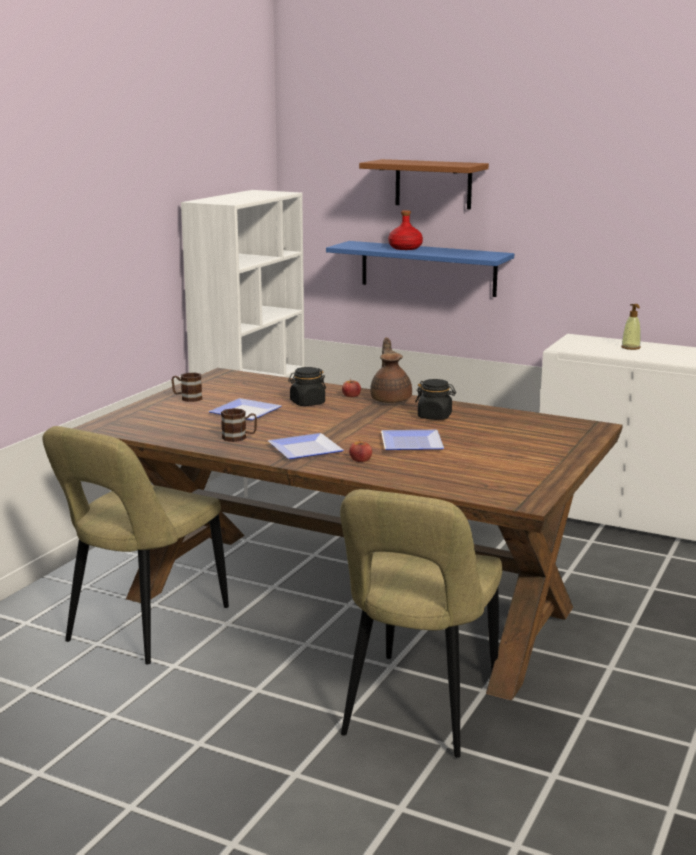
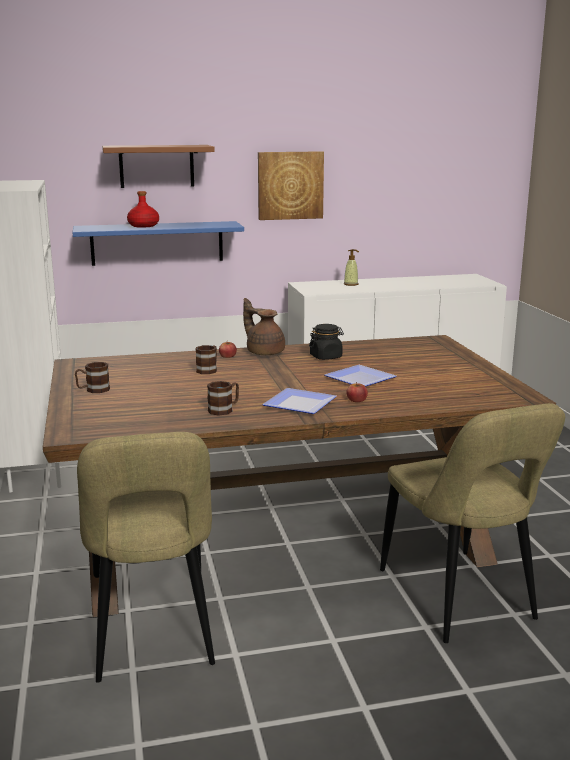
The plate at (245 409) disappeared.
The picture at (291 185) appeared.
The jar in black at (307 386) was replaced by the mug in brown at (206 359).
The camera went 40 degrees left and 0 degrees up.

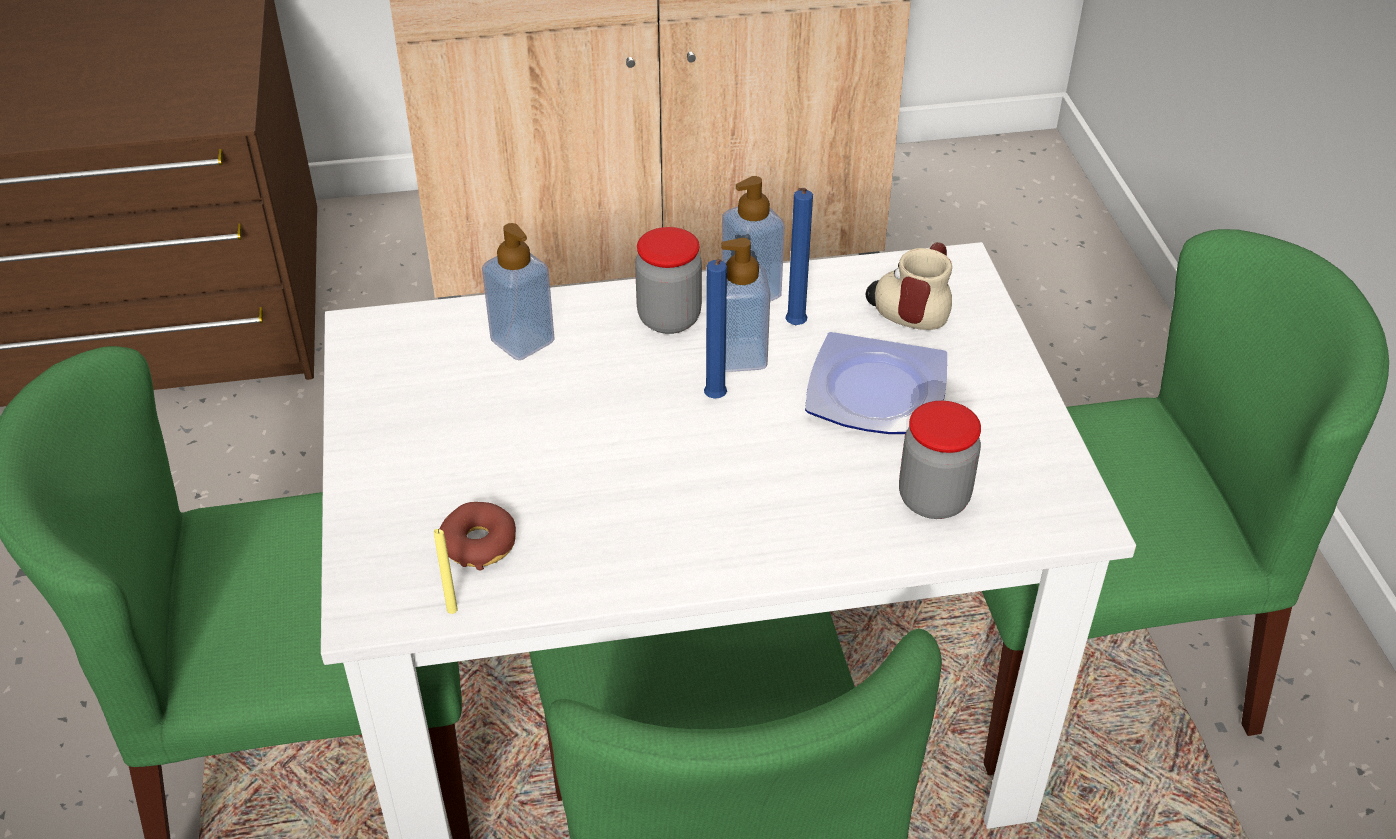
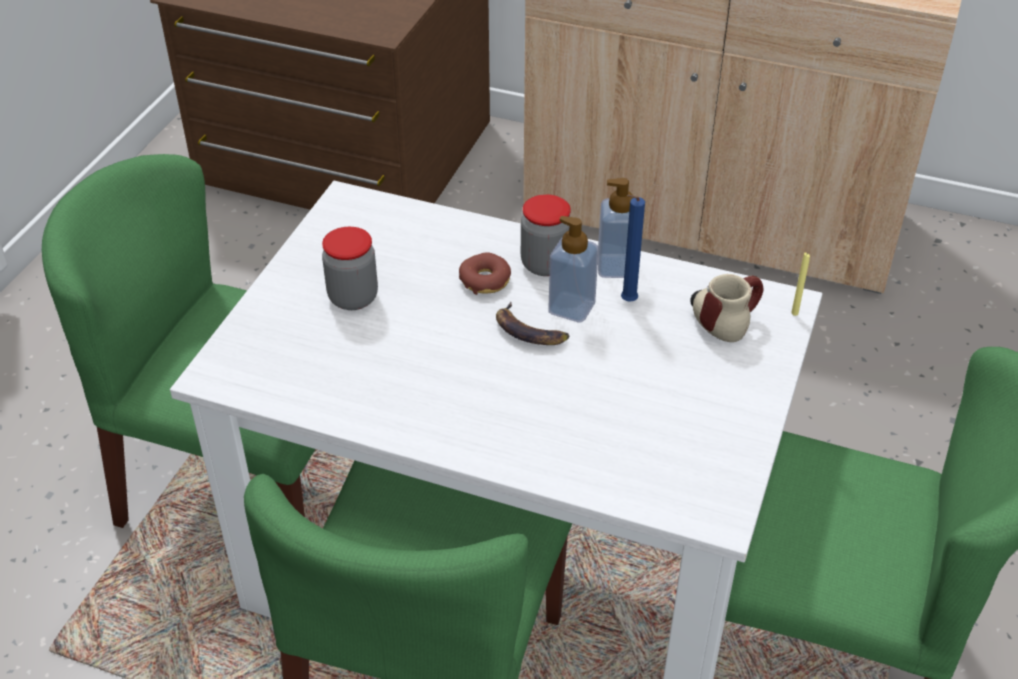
The soap dispenser at (518 292) disappeared.
The plate at (876 383) disappeared.
The candle in yellow moved from (446 571) to (800 284).
The donut moved from (477 536) to (485 273).
The jar moved from (940 460) to (350 268).
The candle in blue at (715 329) was replaced by the banana at (532 323).
The camera went 30 degrees right and 0 degrees up.

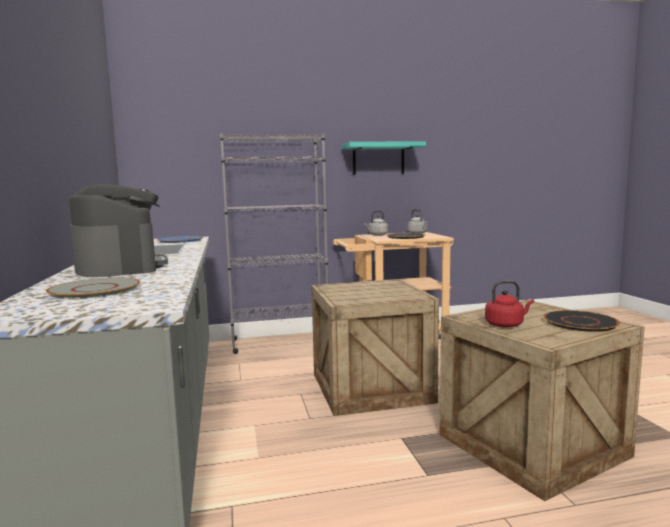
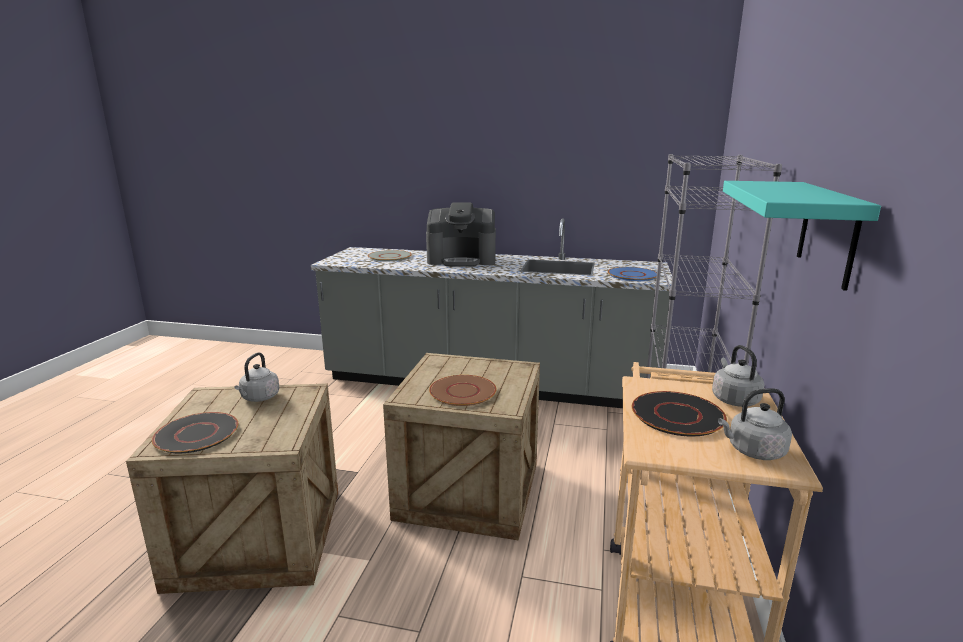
The plate in brown at (463 390) appeared.
The kettle in red at (509 304) became the kettle in grey at (256 377).
The camera went 115 degrees right and 10 degrees up.

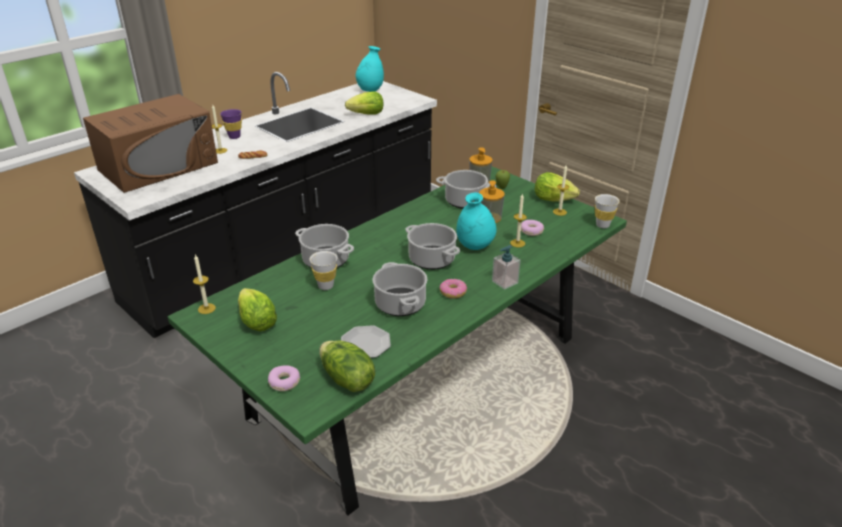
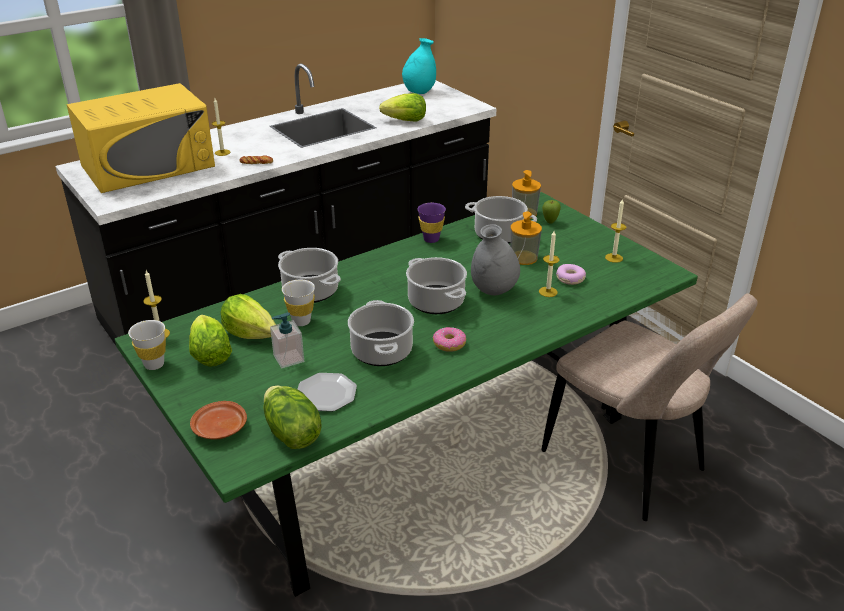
The chair in beige at (649 407) appeared.
The cup in purple moved from (231 124) to (432 223).
The soap dispenser moved from (506 267) to (287 340).
The lettuce moved from (557 187) to (248 316).
The cup in white moved from (607 211) to (147 345).
The donut at (284 378) was replaced by the plate in brown at (218 420).
The microwave in brown at (150 143) became the microwave in yellow at (141 138).
The vase in turquoise at (476 221) became the vase in grey at (495 259).
The camera went 10 degrees right and 0 degrees up.

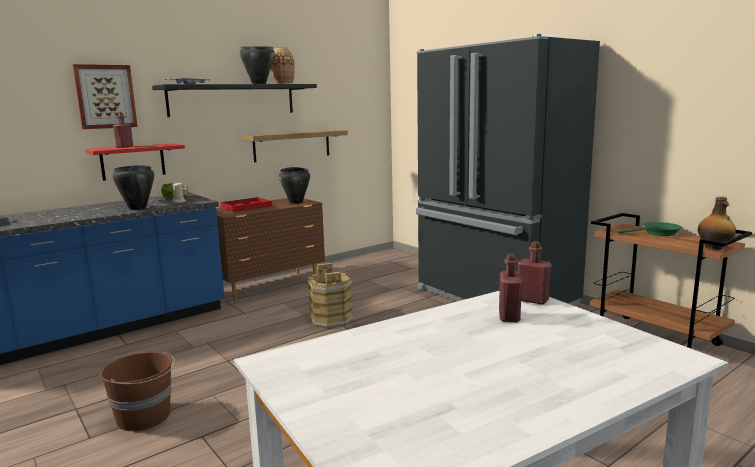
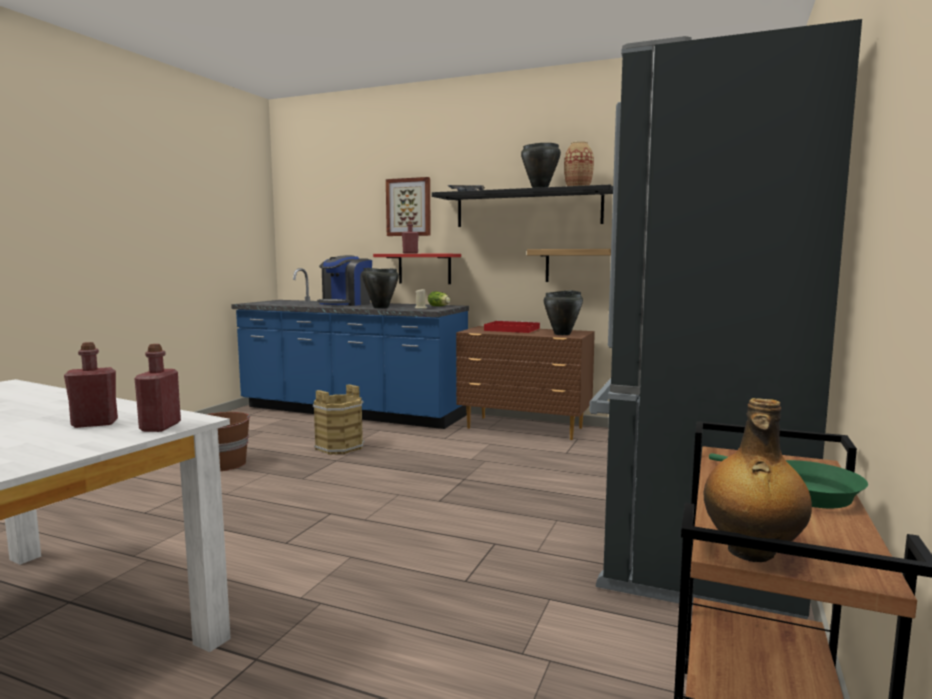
The coffee machine at (344 280) appeared.
The bucket in brown moved from (330 296) to (338 419).
The camera went 60 degrees right and 5 degrees down.

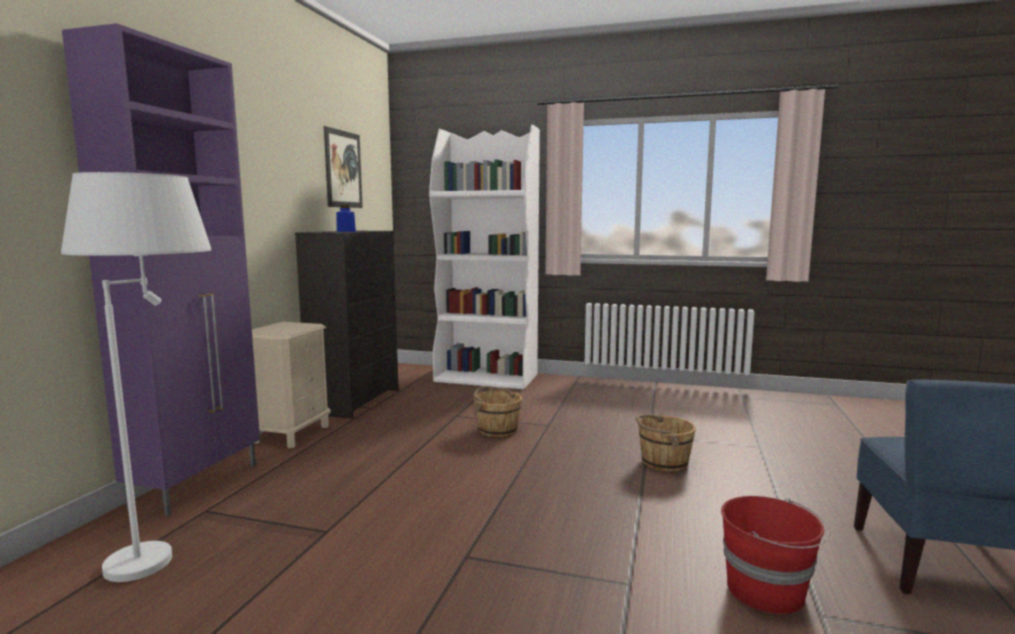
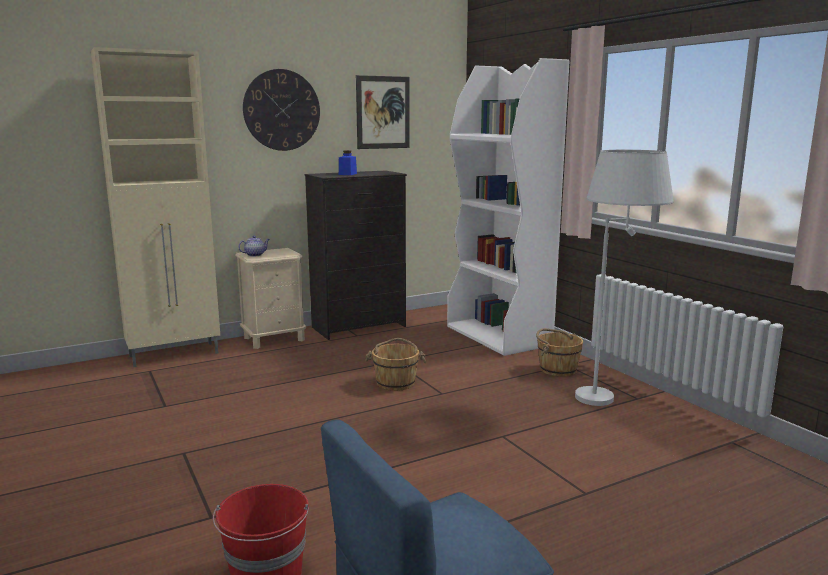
The teapot at (254 246) appeared.
The wall clock at (281 110) appeared.
The floor lamp in white moved from (136 377) to (624 278).
The bucket in brown moved from (666 443) to (559 352).
The cabinet in purple at (161 270) became the cabinet in beige at (155 207).
The camera went 45 degrees right and 5 degrees up.

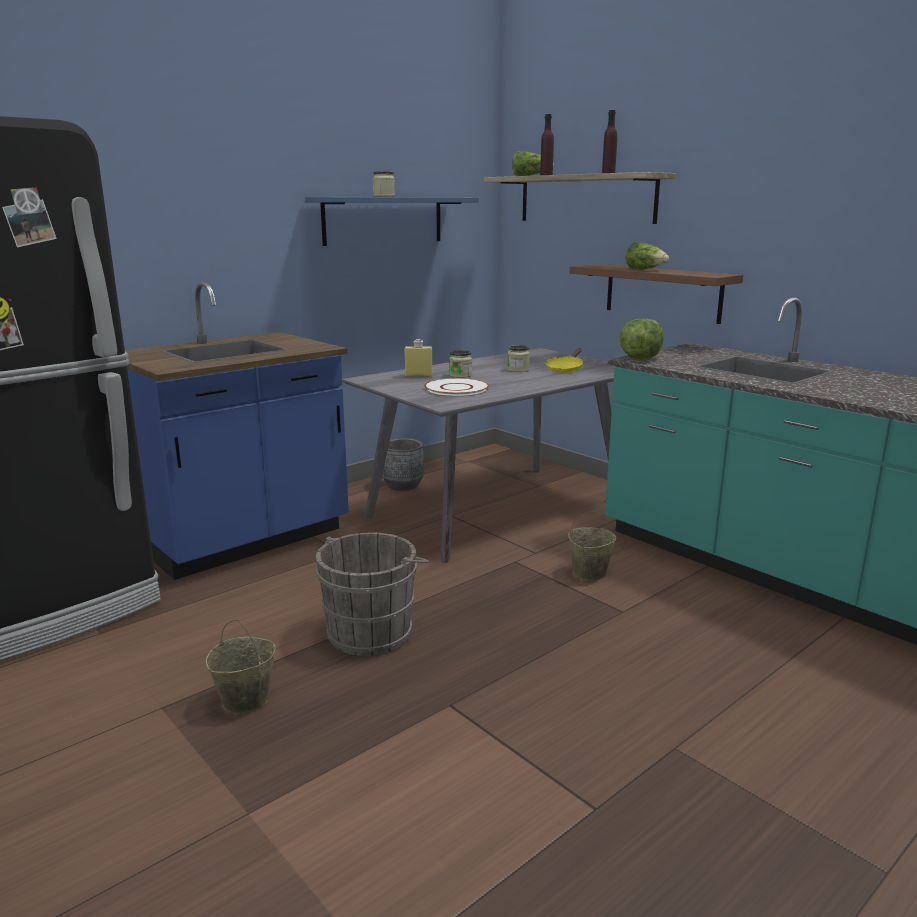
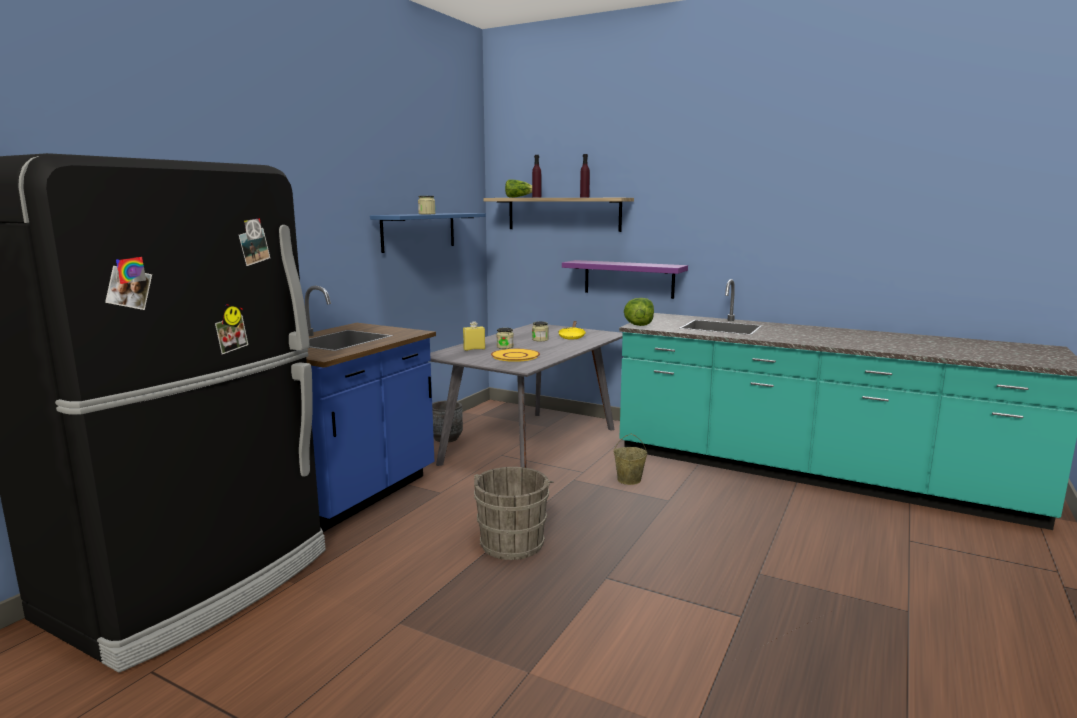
The bucket in beige at (241 667) disappeared.
The lettuce at (647 256) disappeared.
The plate in white at (456 387) became the plate in yellow at (515 355).
The shelf in brown at (656 294) became the shelf in purple at (625 279).
The camera went 20 degrees left and 5 degrees down.

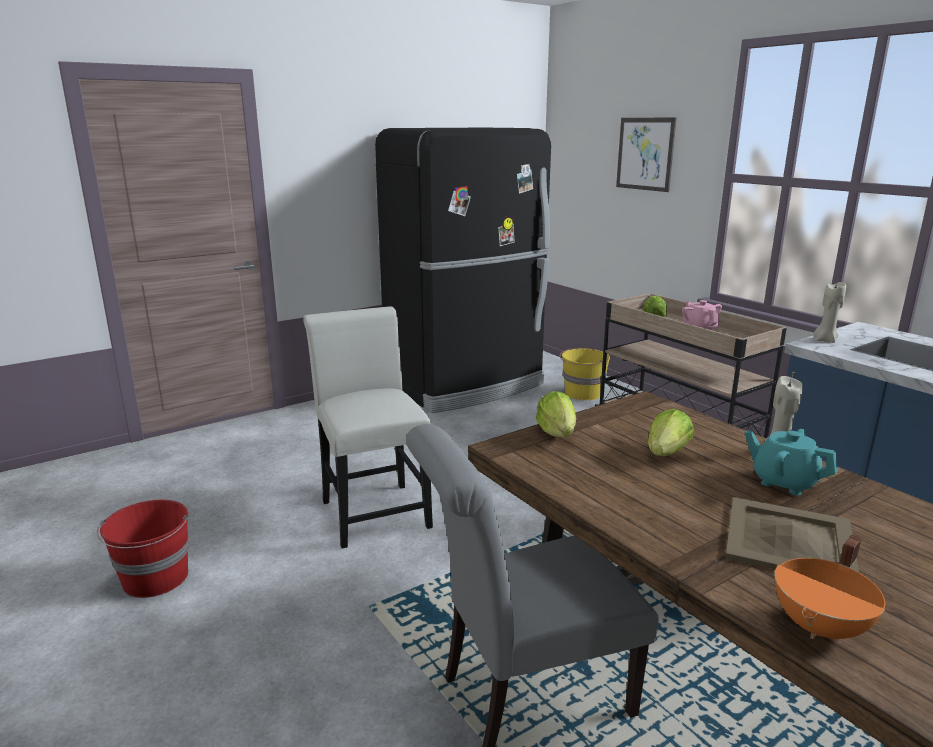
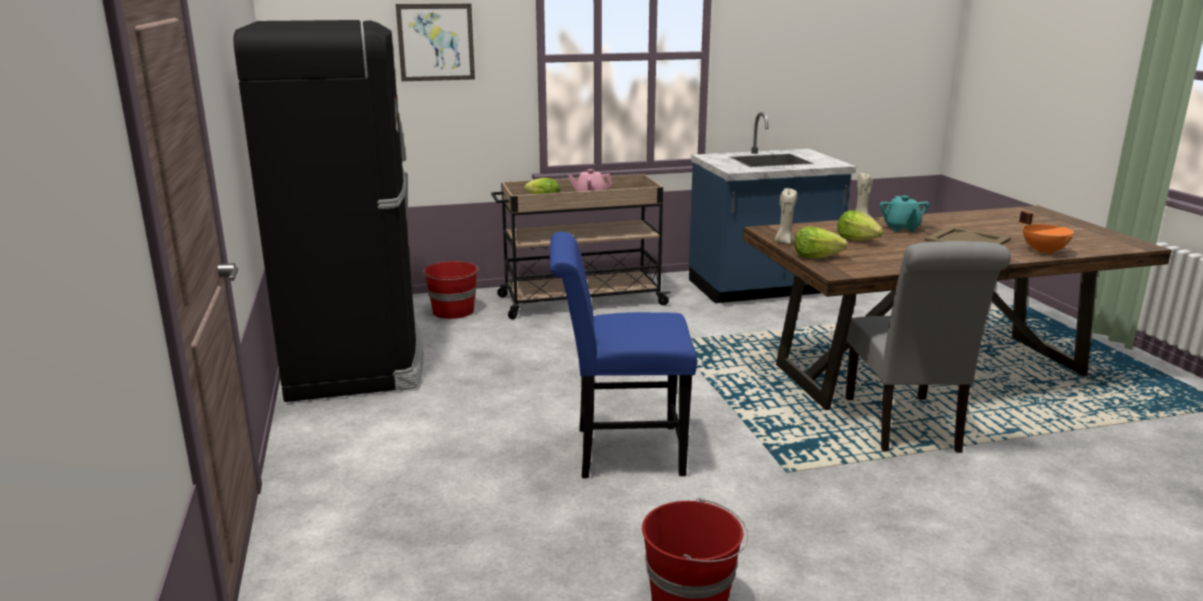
The candle in beige moved from (829 312) to (786 216).
The chair in white at (368 427) became the chair in blue at (623 355).
The bucket in yellow at (585 374) became the bucket in red at (451 290).
The teapot in turquoise at (791 462) turned 60 degrees counterclockwise.
The camera went 70 degrees left and 0 degrees up.

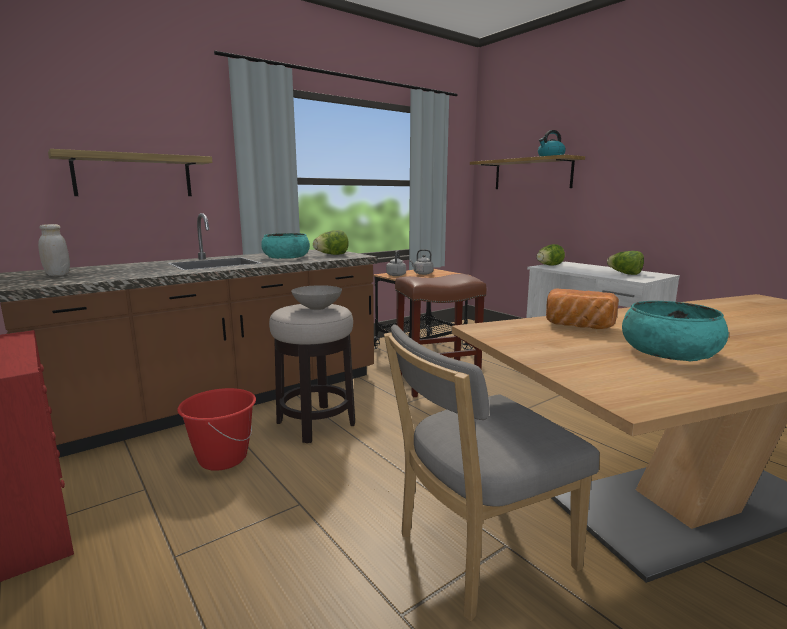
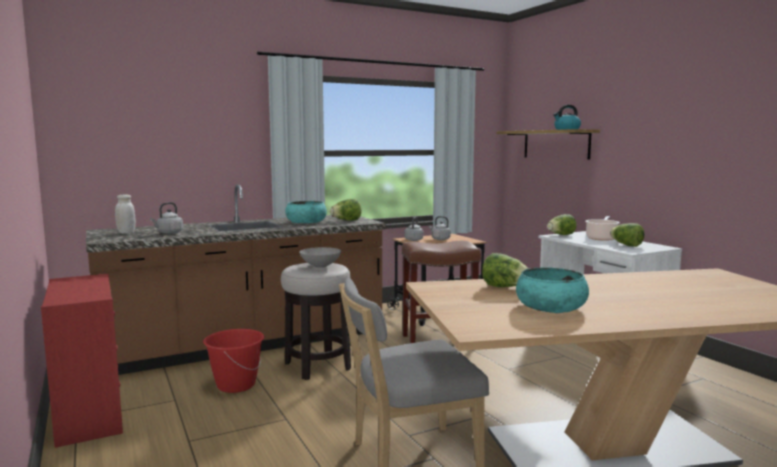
The shelf at (130 172) disappeared.
The kettle in grey at (166 218) appeared.
The cooking pot at (602 228) appeared.
The bread at (582 308) was replaced by the lettuce at (505 270).
The camera went 10 degrees right and 5 degrees down.

